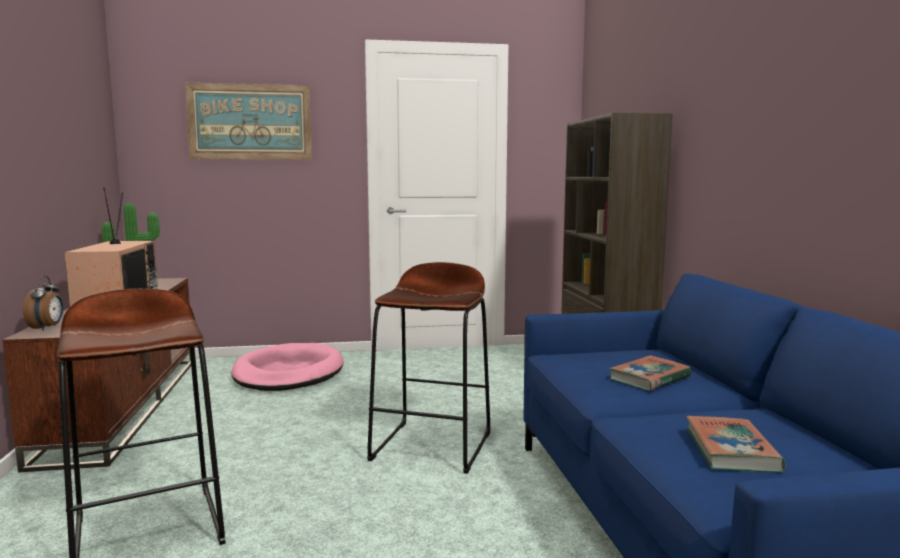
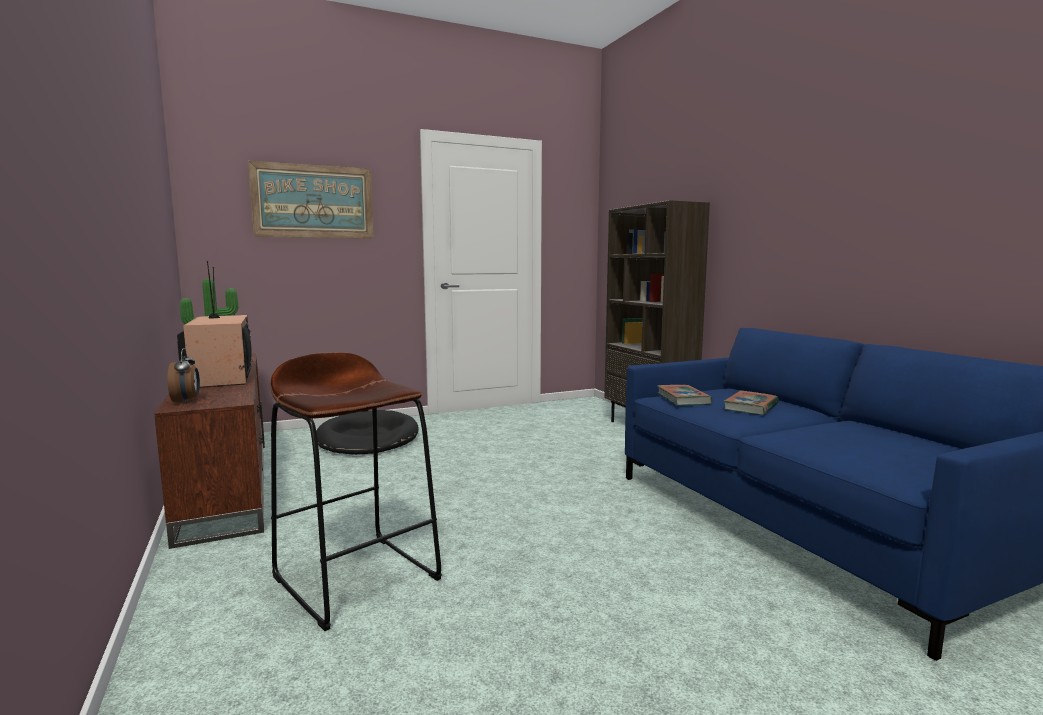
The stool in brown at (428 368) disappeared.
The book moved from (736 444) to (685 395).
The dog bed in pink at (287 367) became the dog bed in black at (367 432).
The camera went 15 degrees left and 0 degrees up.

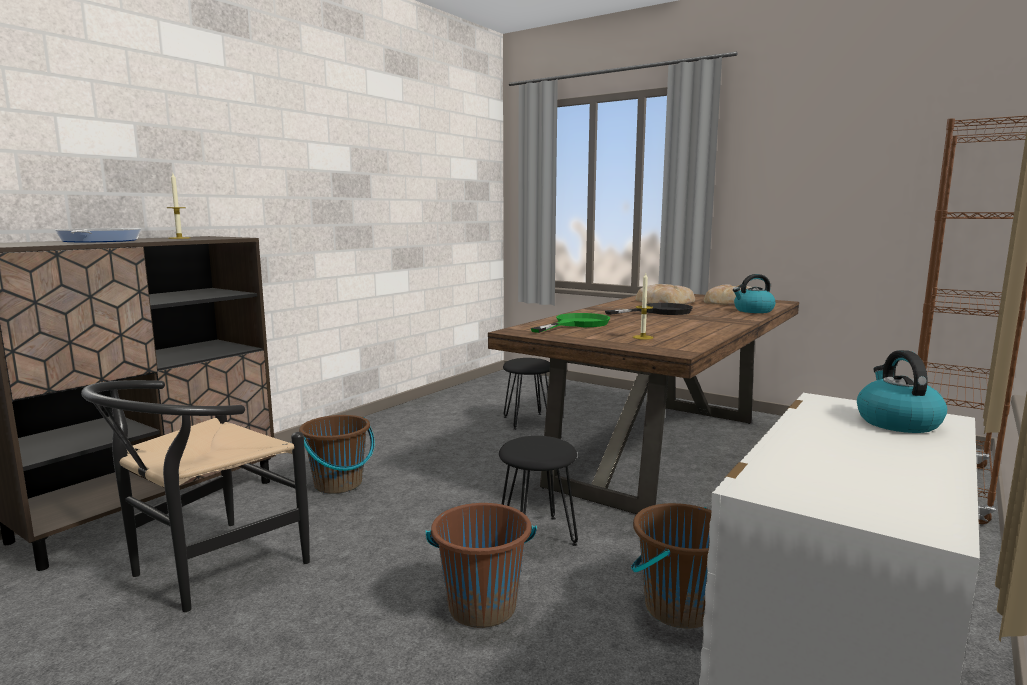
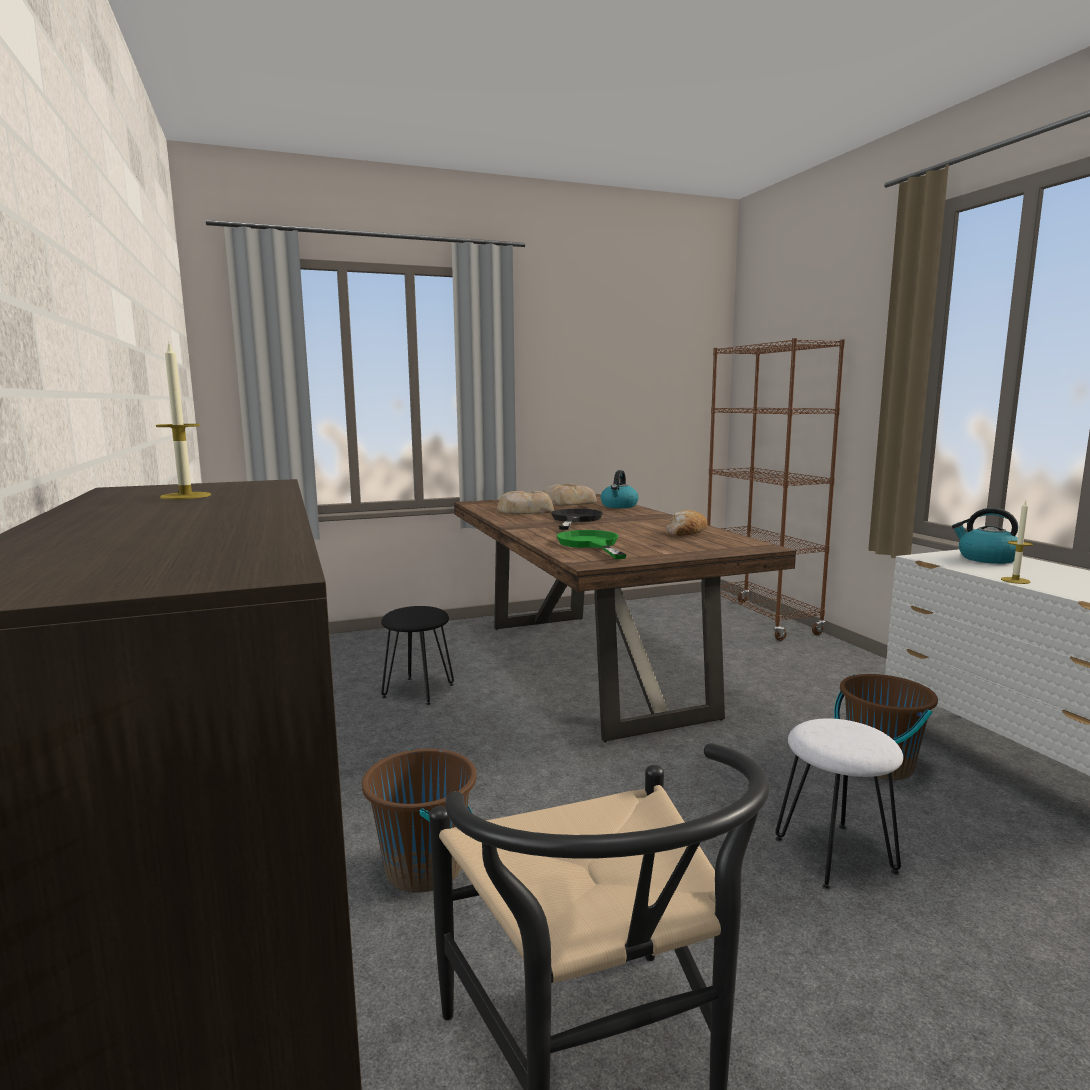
The frying pan at (98 235) disappeared.
The stool in black at (538 491) disappeared.
The bread at (687 523) appeared.
The candle moved from (643 306) to (1017 542).
The bucket in brown at (481 565) was replaced by the stool in white at (839 804).
The camera went 55 degrees left and 0 degrees up.

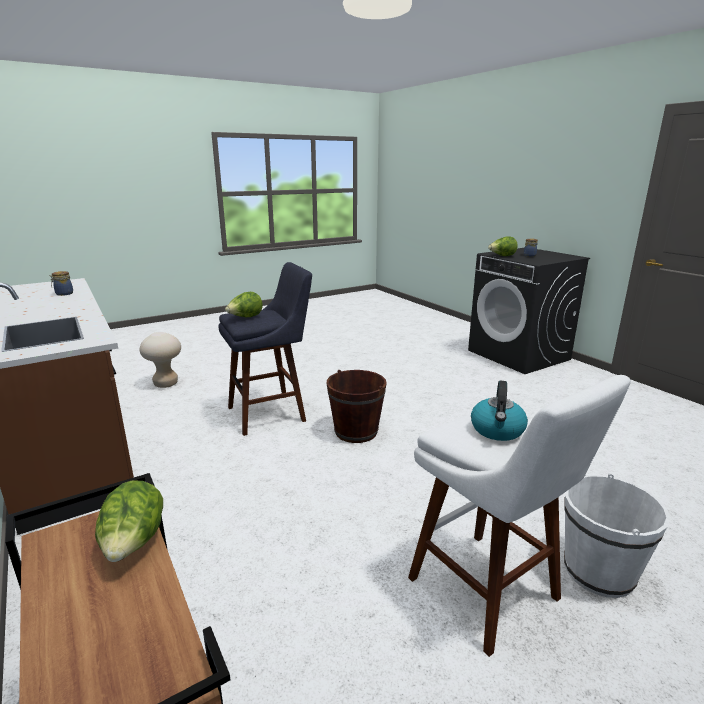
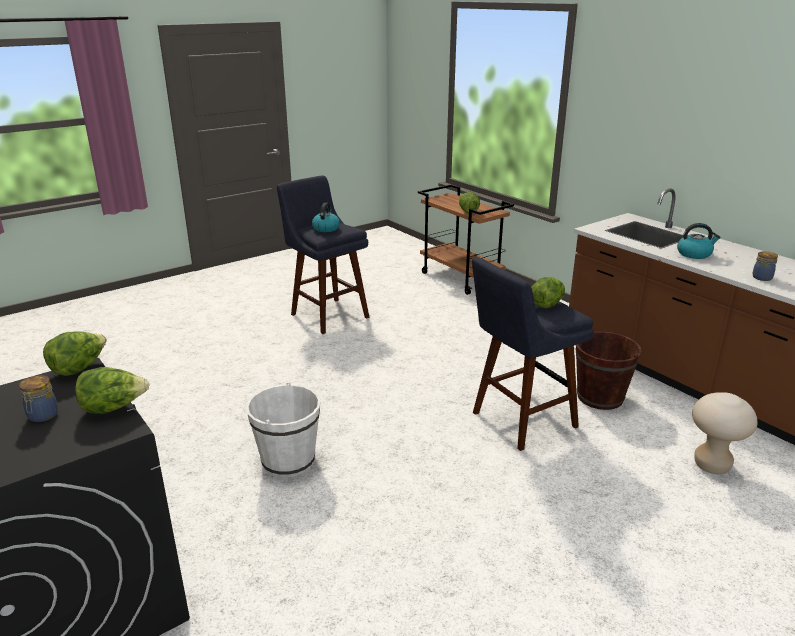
The lettuce at (75 353) appeared.
The kettle at (699 241) appeared.
The bucket in brown moved from (357 406) to (609 370).
The bucket in white moved from (617 535) to (283 429).
The stool in white at (519 516) became the stool in blue at (323 254).
The camera went 175 degrees right and 5 degrees up.

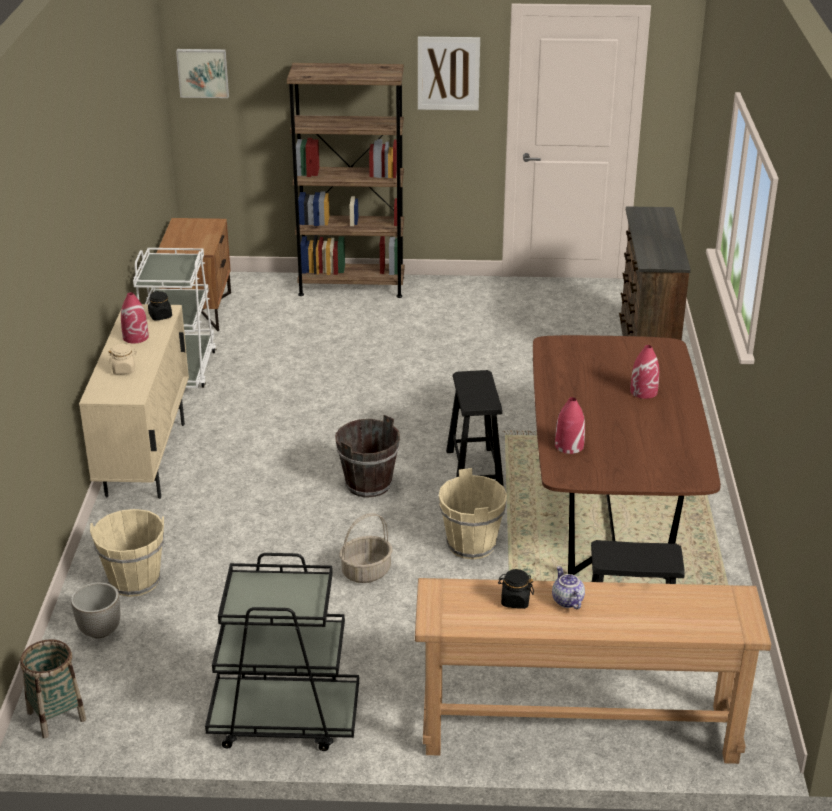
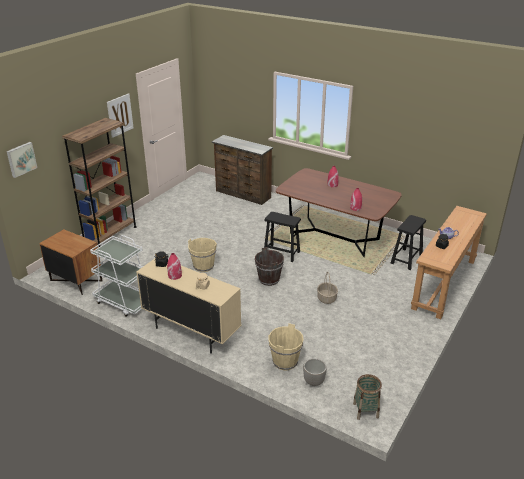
The cart in black at (282 652) disappeared.
The bucket in beige moved from (473 513) to (202 255).
The camera went 60 degrees left and 0 degrees up.

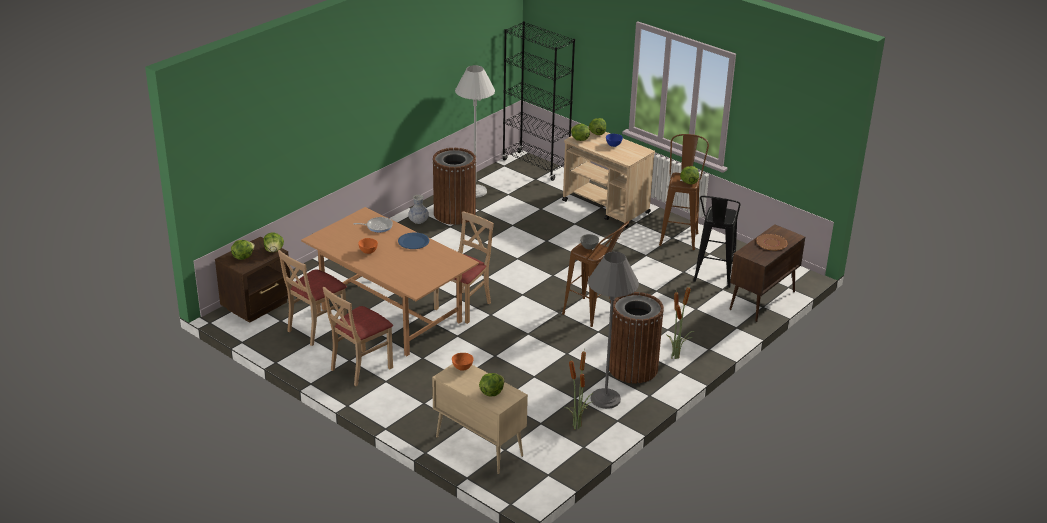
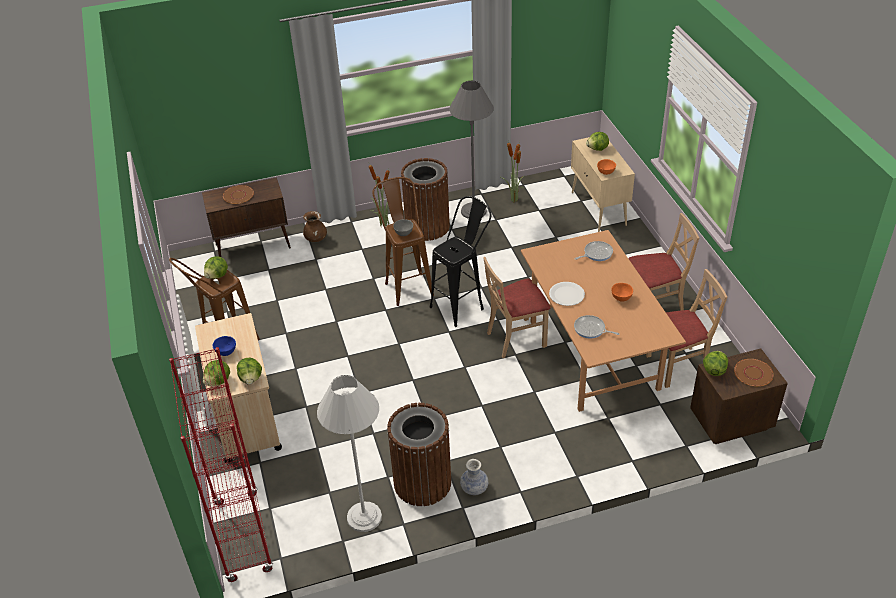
The vase in brown at (315 226) appeared.
The frying pan at (593 251) appeared.
The stool in black moved from (717 242) to (461 261).
The lettuce at (243 250) was replaced by the plate in brown at (753 372).
The plate in blue at (413 241) became the plate in white at (567 294).
The bookcase in black at (538 101) became the bookcase in red at (221 464).
The camera went 145 degrees left and 10 degrees up.

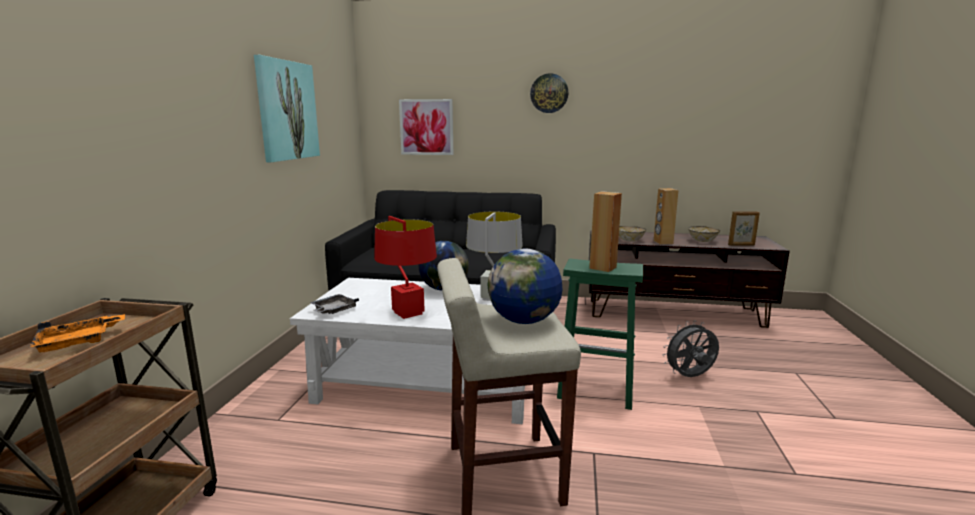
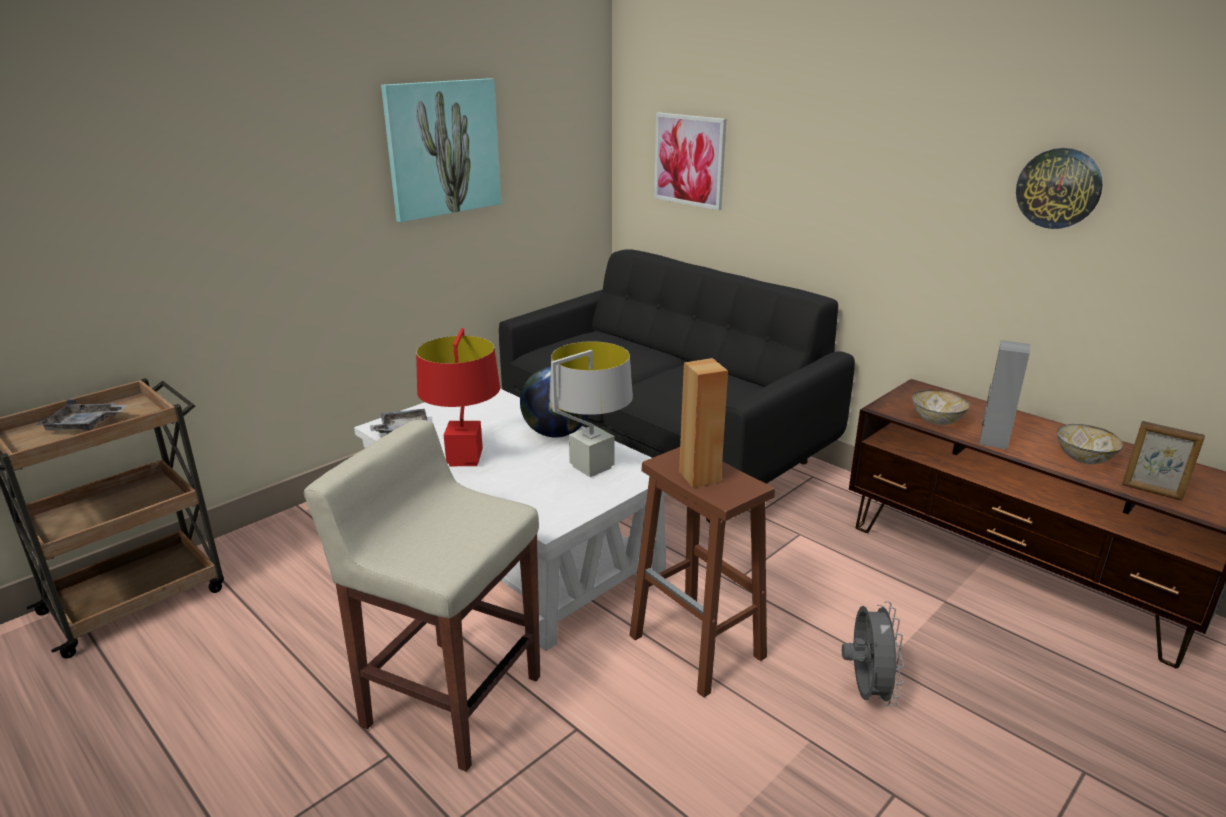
The globe at (525 286) disappeared.
The wall clock moved from (549 93) to (1059 188).
The tray in orange at (77 333) became the tray in grey at (82 414).
The stool in green at (600 334) became the stool in brown at (702 572).
The speaker in brown at (666 216) became the speaker in grey at (1004 395).
The fan in grey at (691 348) turned 75 degrees clockwise.
The camera went 35 degrees right and 10 degrees up.

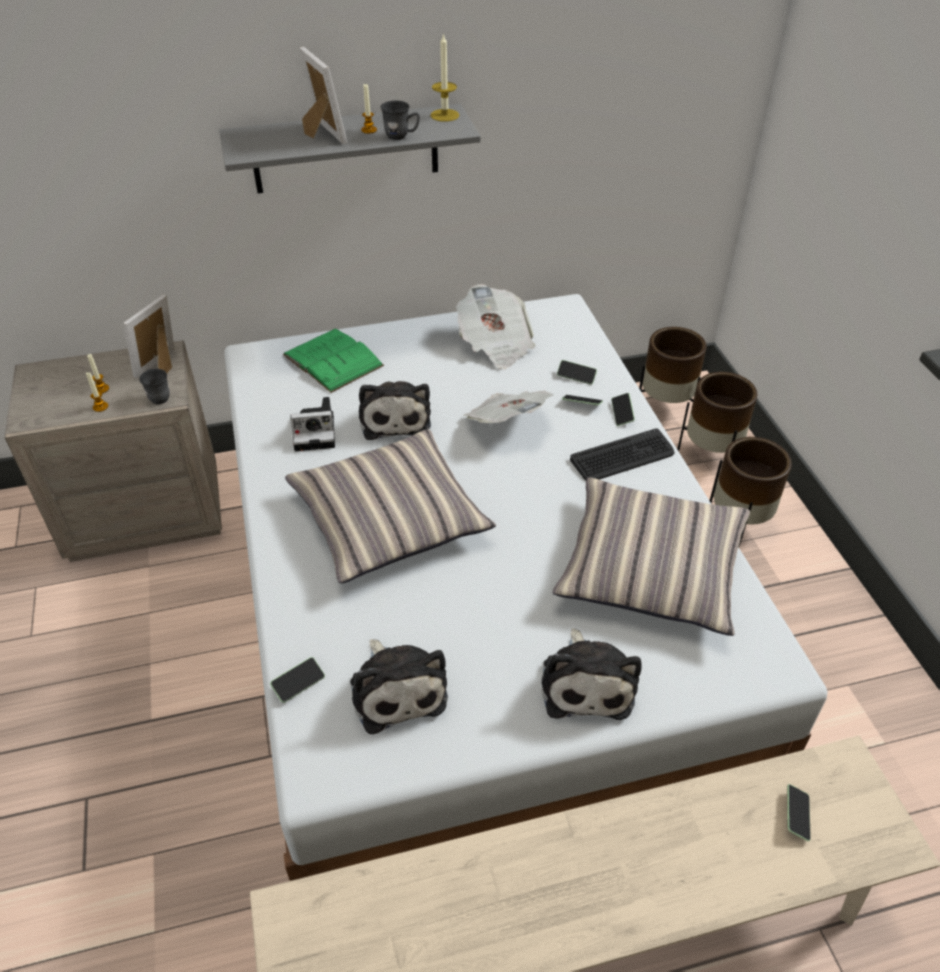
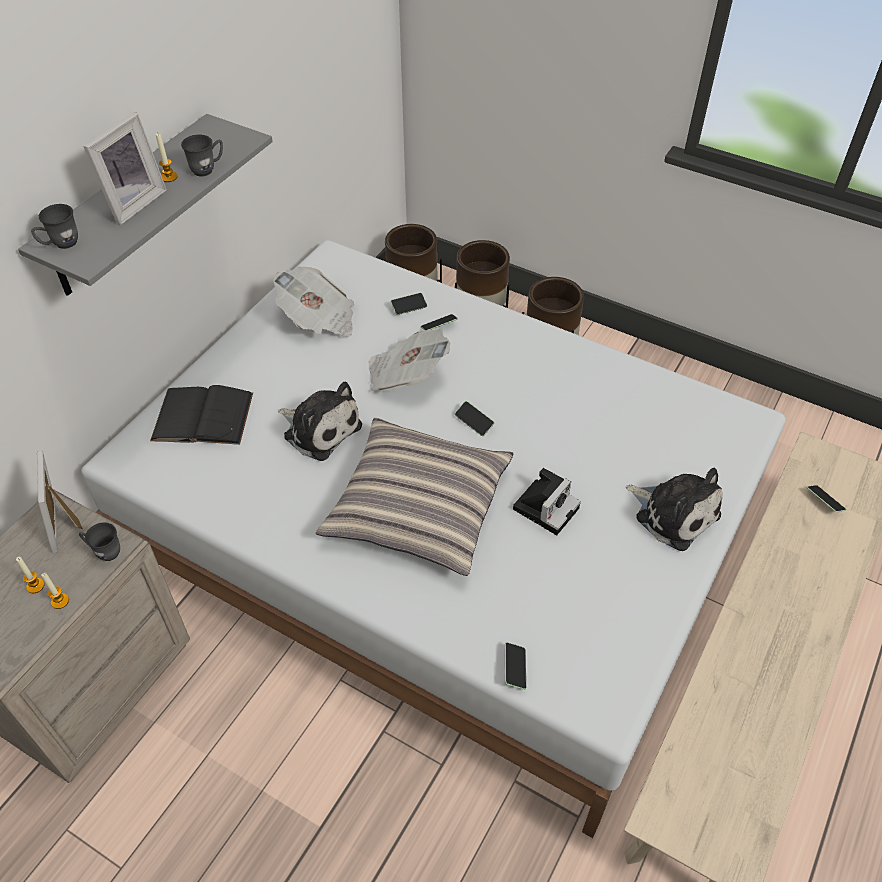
The plush toy at (399 686) disappeared.
The candle at (445 77) disappeared.
The pillow at (651 556) disappeared.
The keyboard at (622 454) disappeared.
The mug in grey at (54 226) appeared.
The photo camera moved from (312 424) to (547 501).
The phone moved from (623 409) to (474 418).
The book in green at (333 361) became the book in black at (201 415).
The picture frame at (323 95) turned 105 degrees clockwise.
The camera went 45 degrees left and 5 degrees up.

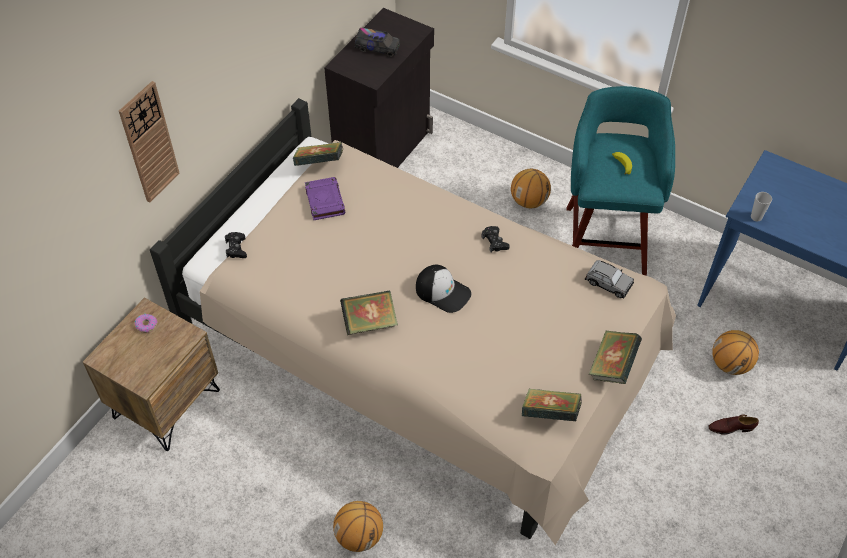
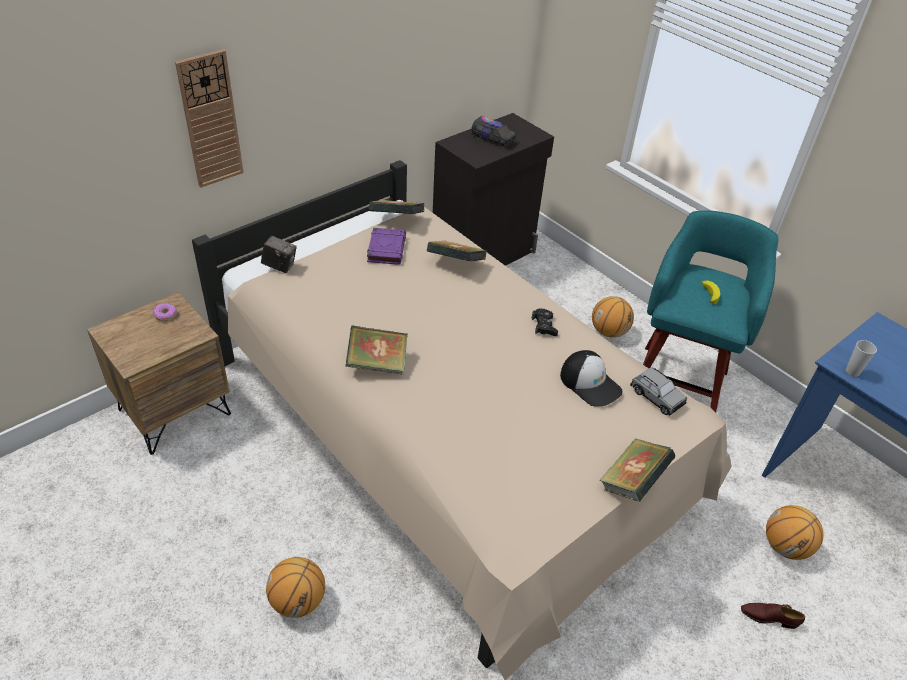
The cap moved from (443 289) to (591 378).
The book moved from (552 405) to (457 250).
The game controller in black at (236 245) was replaced by the photo camera at (279 254).
The camera went 15 degrees right and 10 degrees down.

